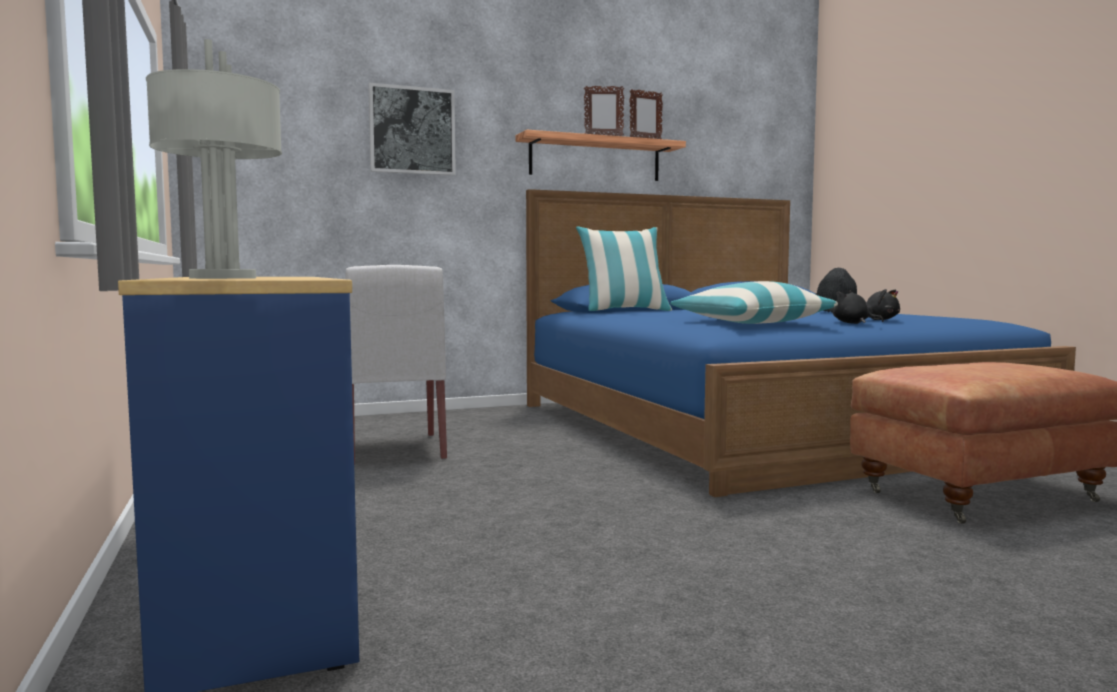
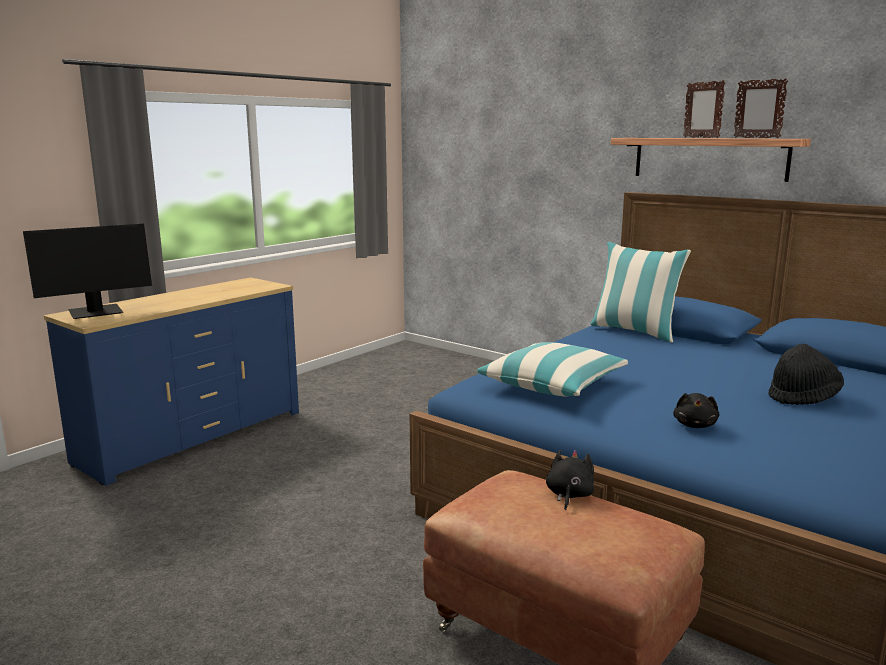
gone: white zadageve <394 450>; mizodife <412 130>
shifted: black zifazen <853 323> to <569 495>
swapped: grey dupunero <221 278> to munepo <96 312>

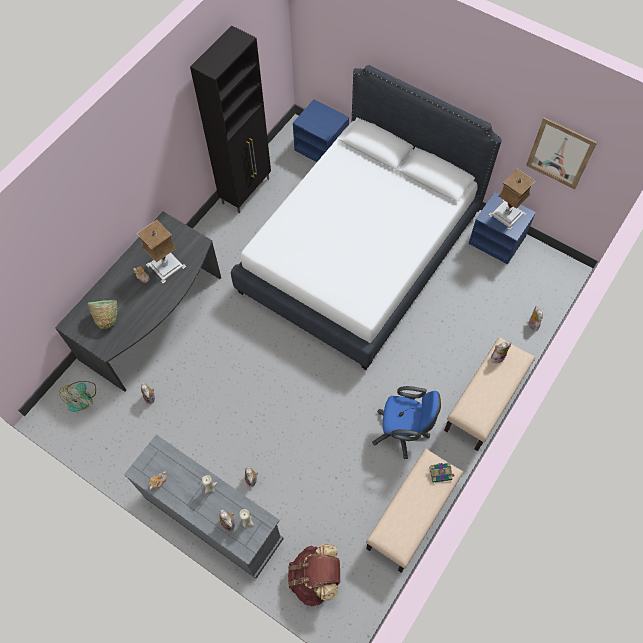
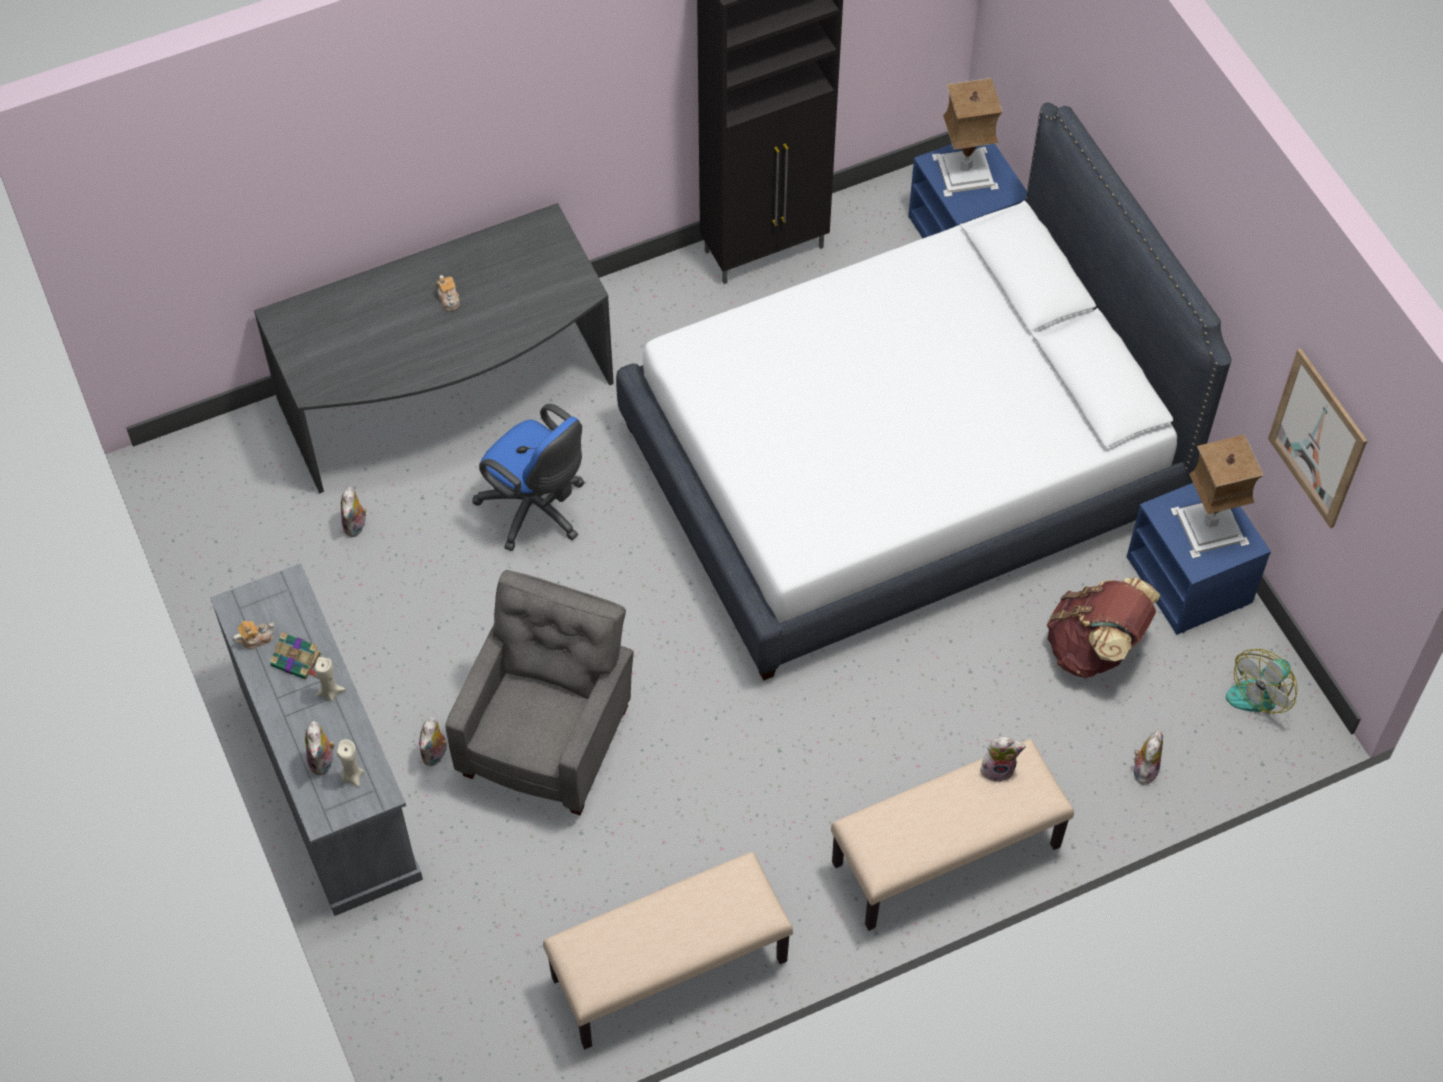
gone: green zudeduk <107 318>
new: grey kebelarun <549 737>
shifted: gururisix <441 473> to <297 660>; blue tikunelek <403 432> to <537 510>; dupunero <167 265> to <966 172>; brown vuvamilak <315 578> to <1095 648>; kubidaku <82 397> to <1261 689>

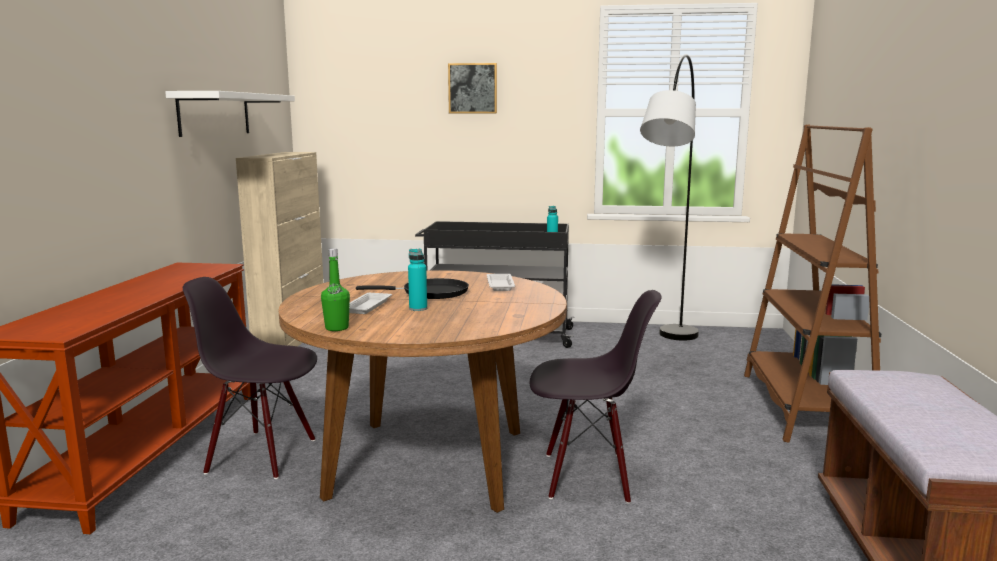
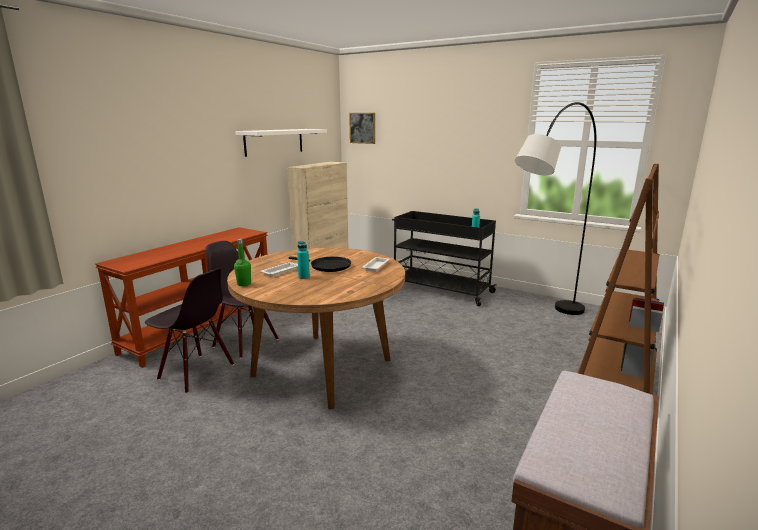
shifted: black zadageve <587 476> to <196 372>; mizodife <472 88> to <362 128>

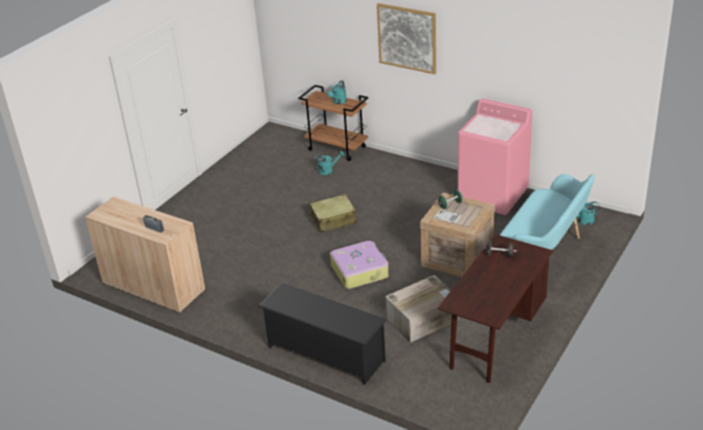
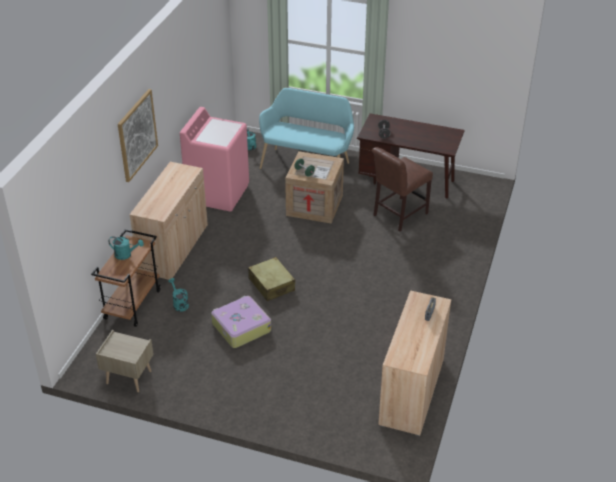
gone: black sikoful <325 354>
new: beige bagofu <128 377>; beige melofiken <174 249>
shifted: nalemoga <360 271> to <240 327>
swapped: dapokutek <423 318> to brown zadageve <398 215>

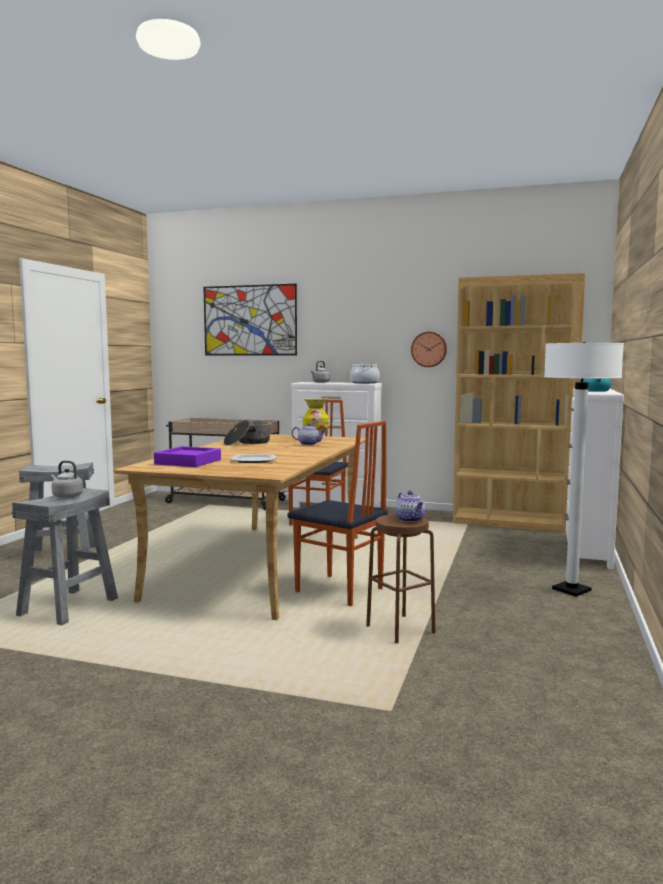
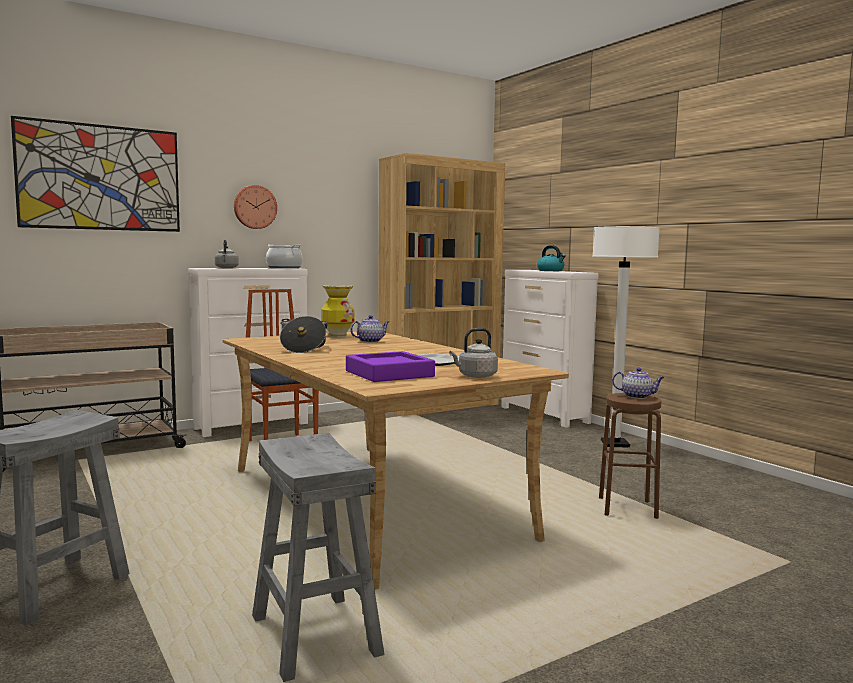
gone: zadageve <339 591>
shifted: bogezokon <429 349> to <254 207>; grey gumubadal <66 496> to <475 376>

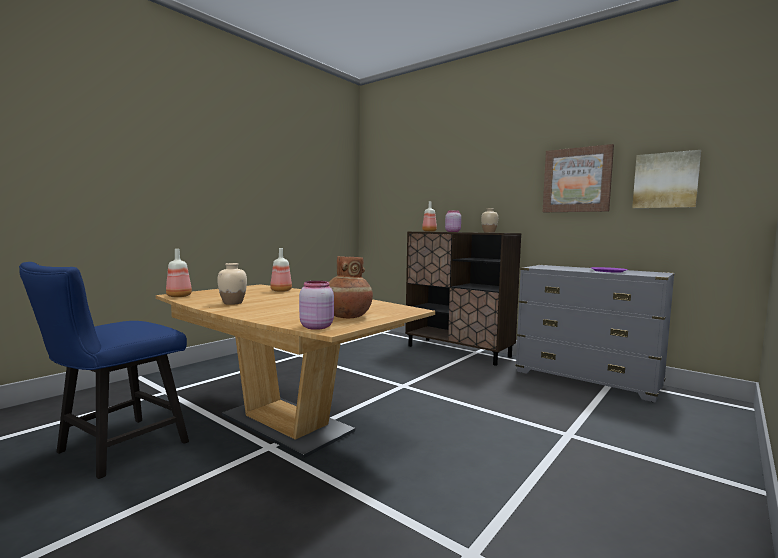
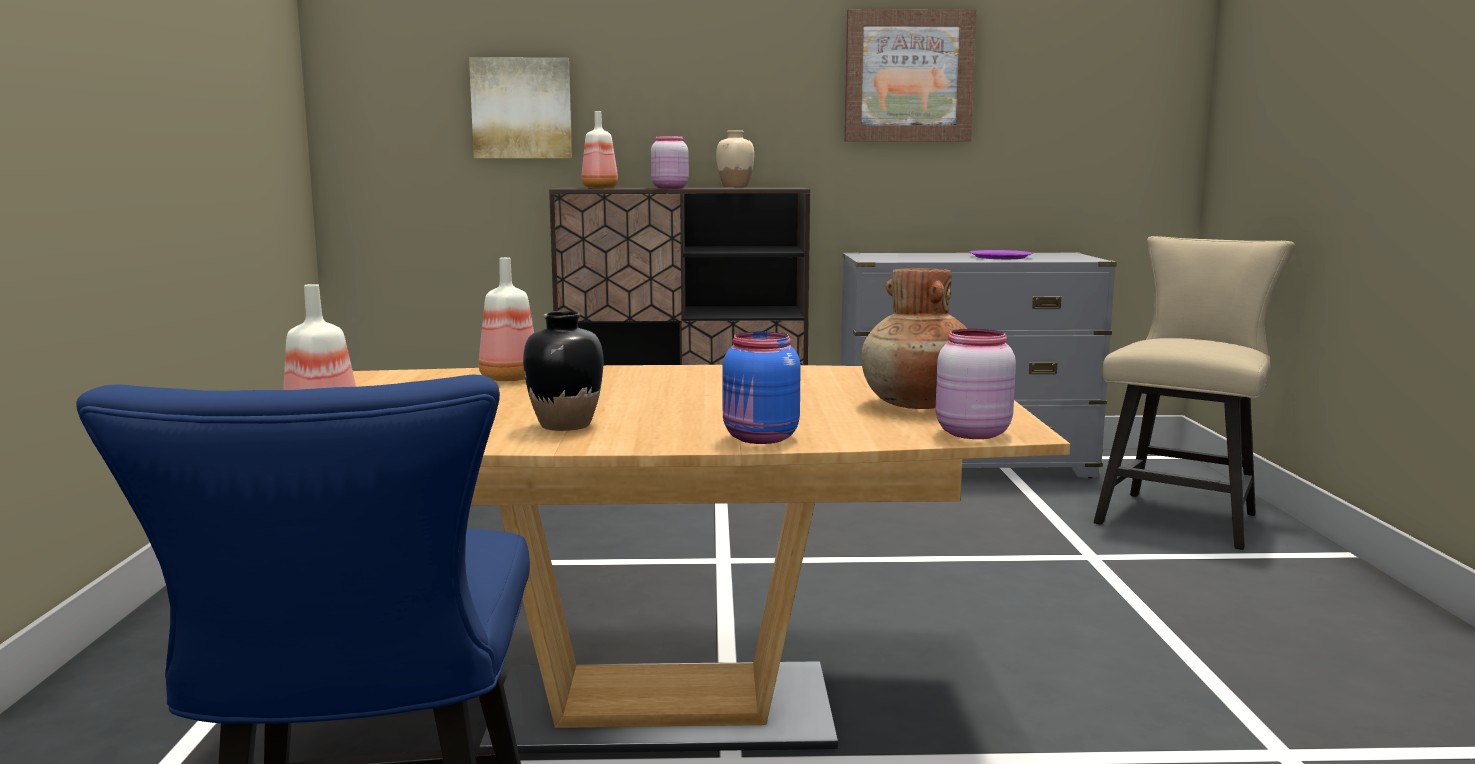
new: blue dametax <760 438>; beige zadageve <1182 516>
shifted: mizodife <665 180> to <522 108>
repainted: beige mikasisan <233 303> to black mikasisan <566 425>

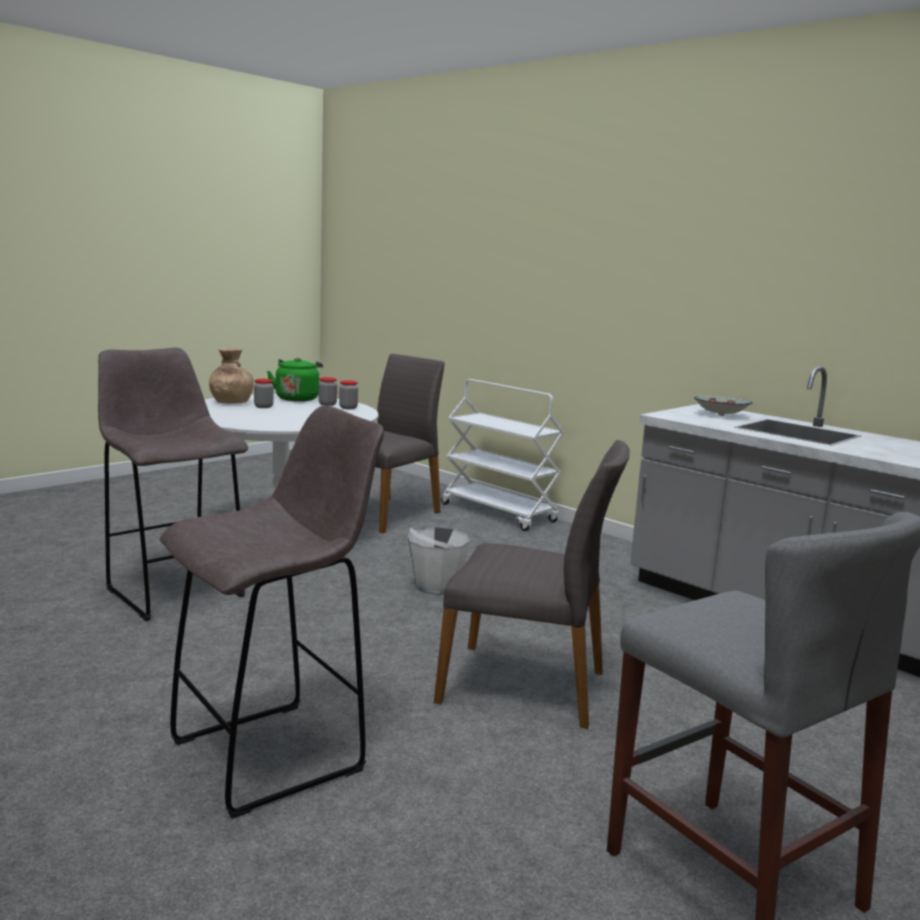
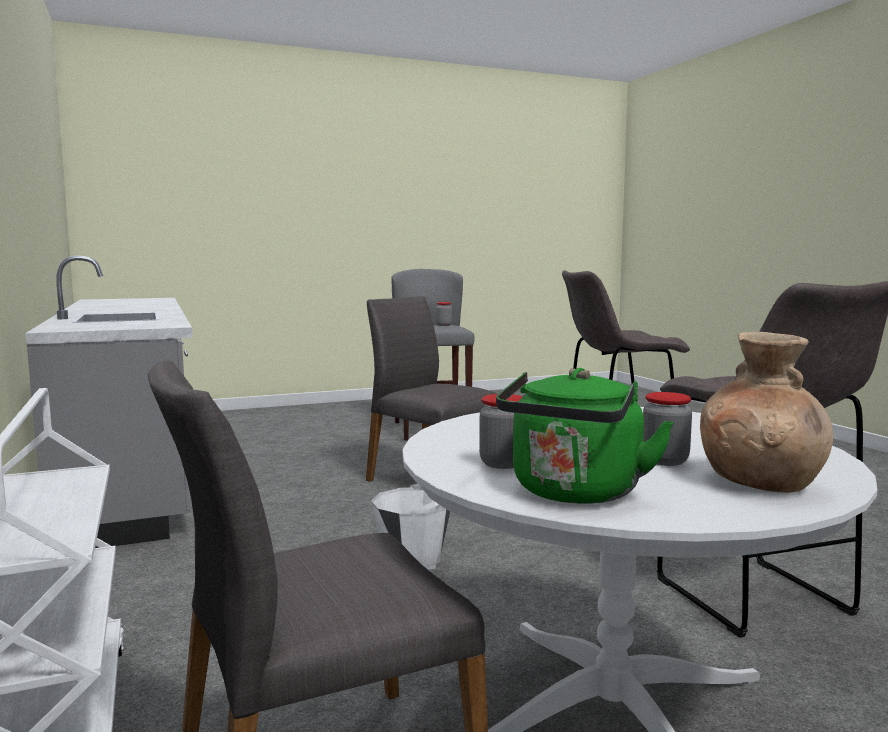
gone: zudeduk <721 415>
shifted: dametax <348 408> to <444 325>

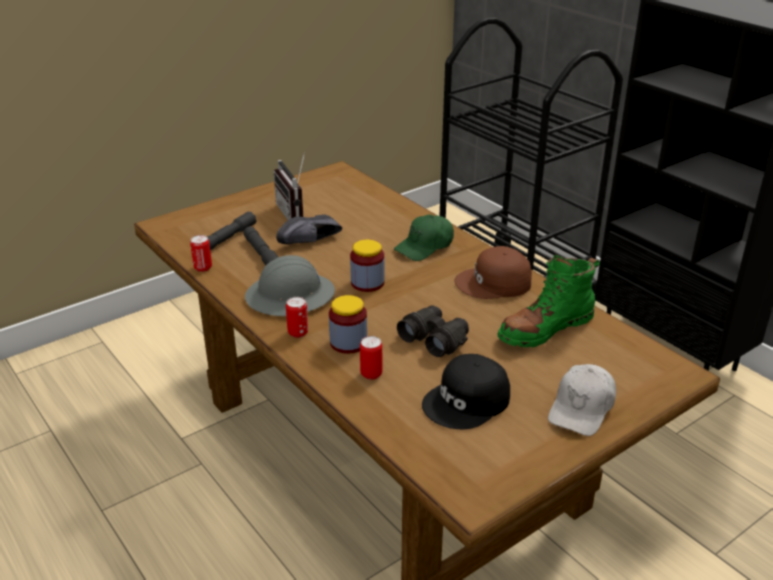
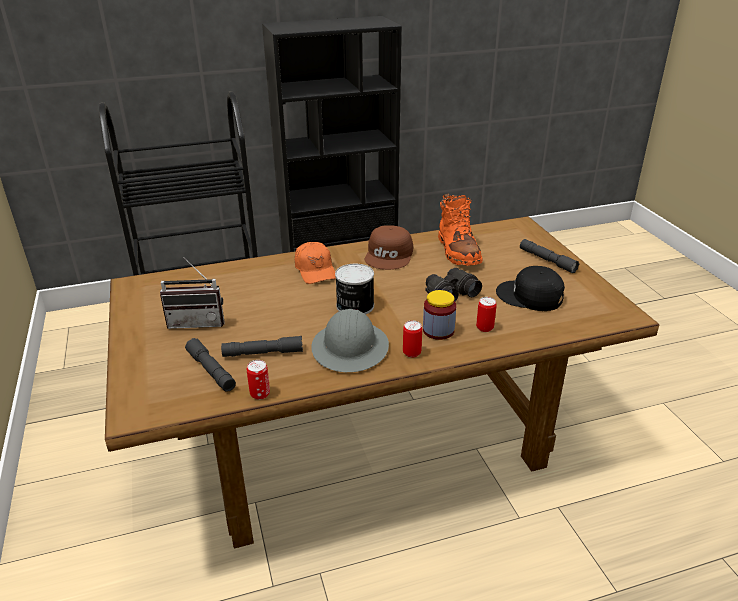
gone: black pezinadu <311 242>
swapped: dametax <367 283> to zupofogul <354 306>; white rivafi <582 408> to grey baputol <547 260>
repainted: green rivafi <425 246> to orange rivafi <315 270>; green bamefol <545 329> to orange bamefol <458 251>
rotated: black rivafi <467 401> = <530 296> 135 degrees clockwise

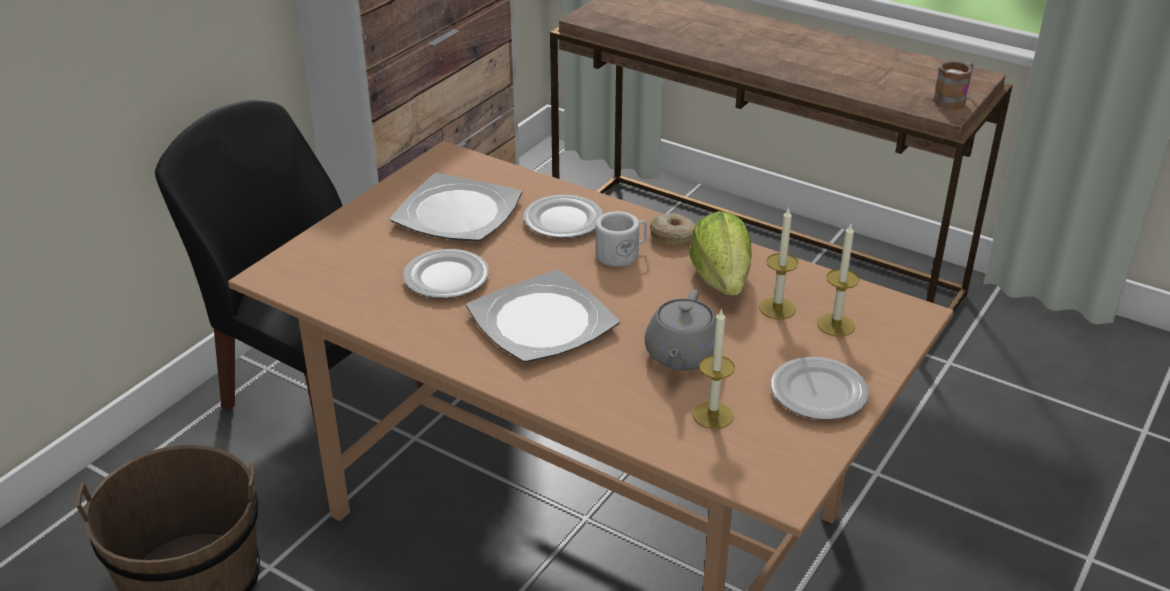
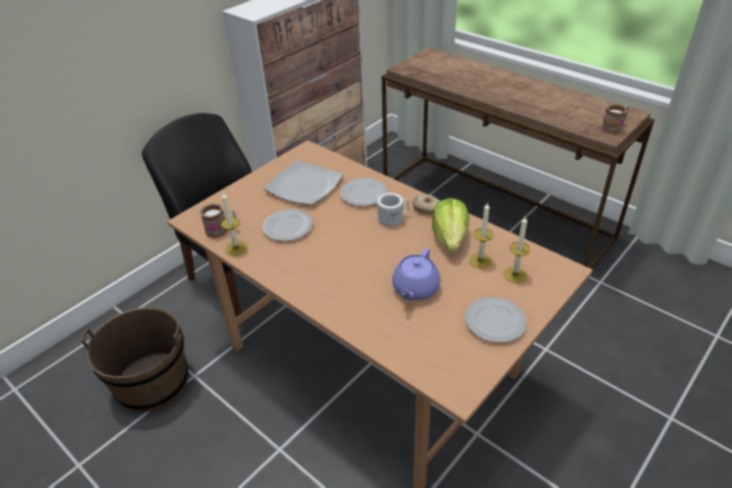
gone: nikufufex <542 321>
new: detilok <221 230>
shifted: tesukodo <713 415> to <236 248>
repainted: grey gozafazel <682 355> to purple gozafazel <415 289>

